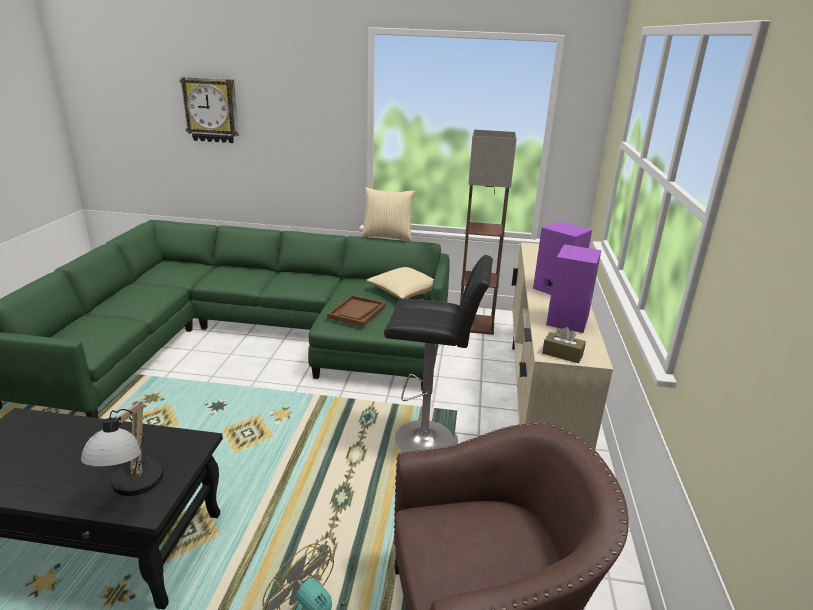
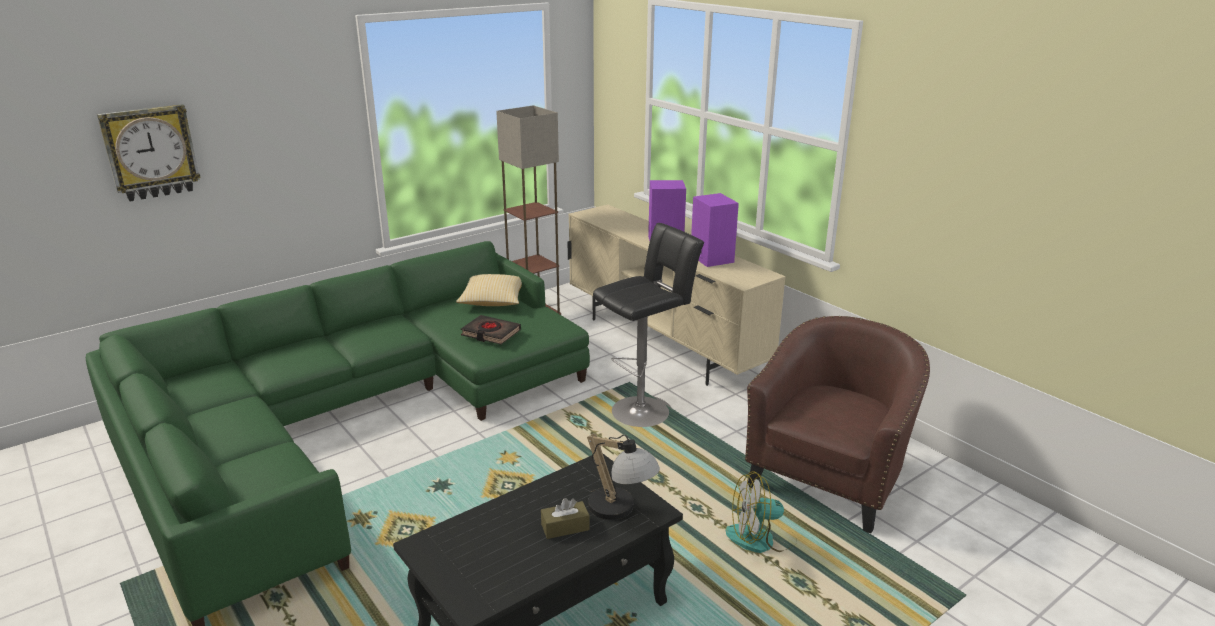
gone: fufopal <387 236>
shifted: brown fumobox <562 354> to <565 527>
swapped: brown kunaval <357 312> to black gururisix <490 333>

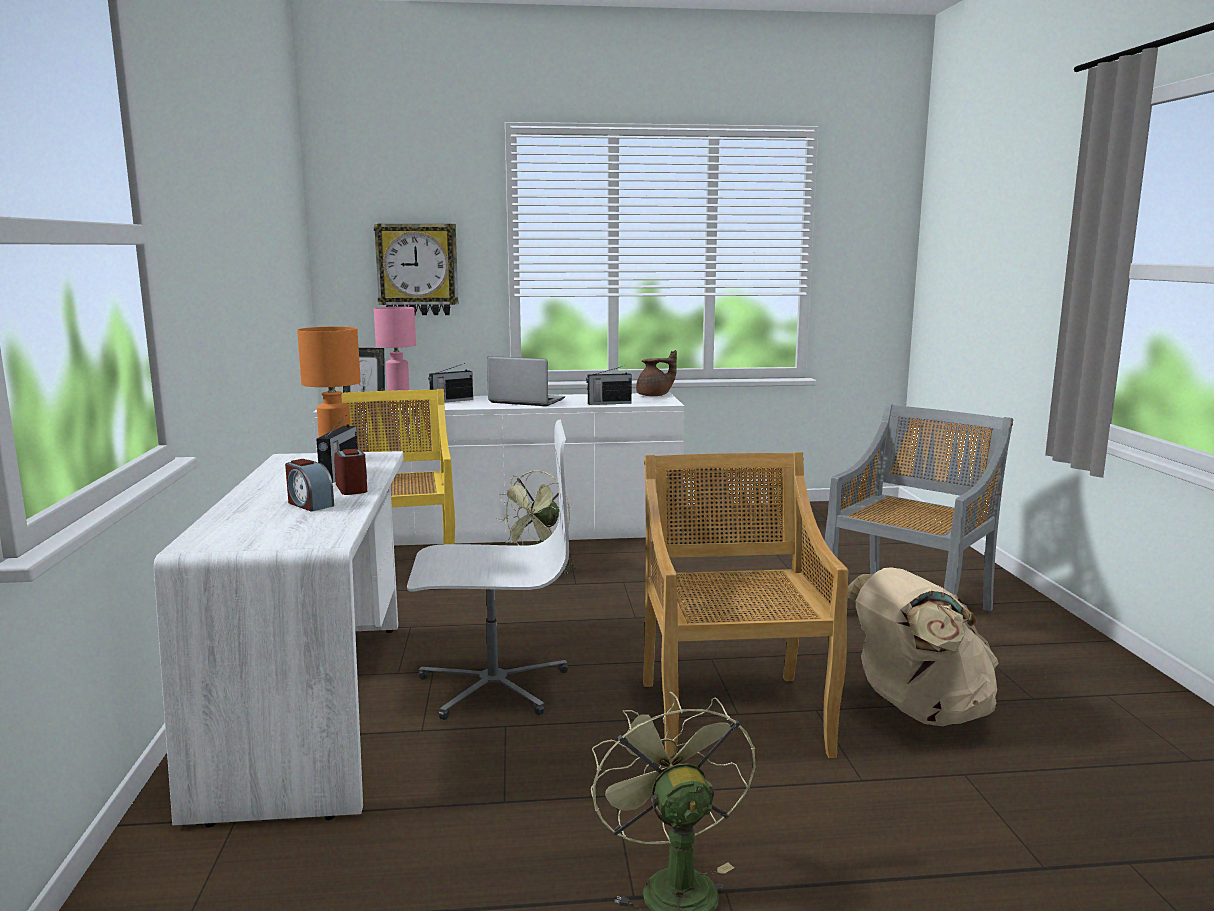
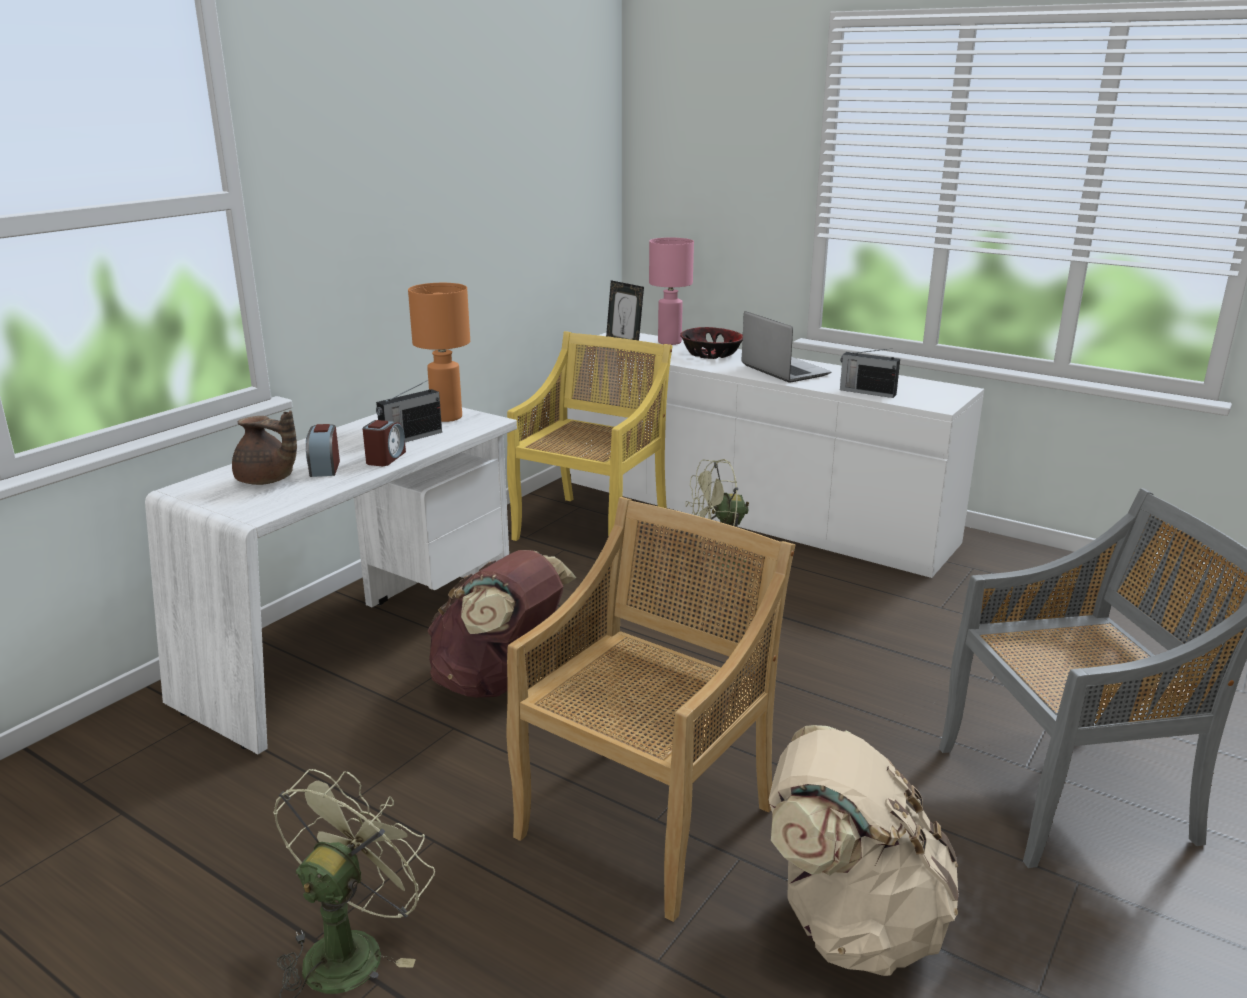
gone: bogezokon <417 270>
shifted: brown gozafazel <654 395> to <267 480>
swapped: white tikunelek <492 685> to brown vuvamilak <500 682>; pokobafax <451 401> to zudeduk <711 354>

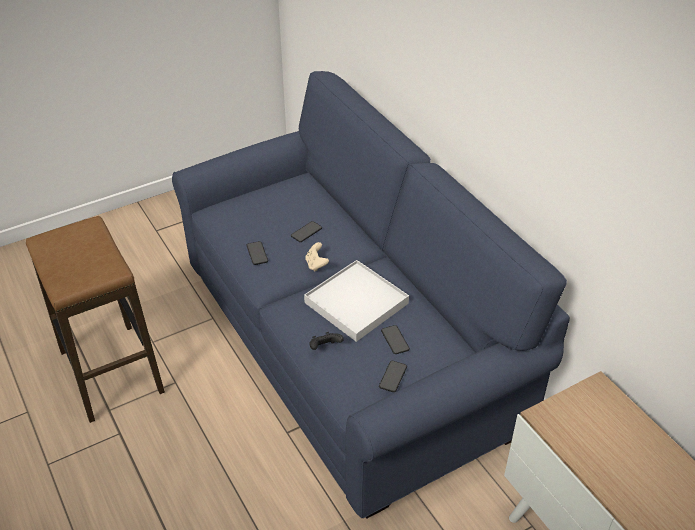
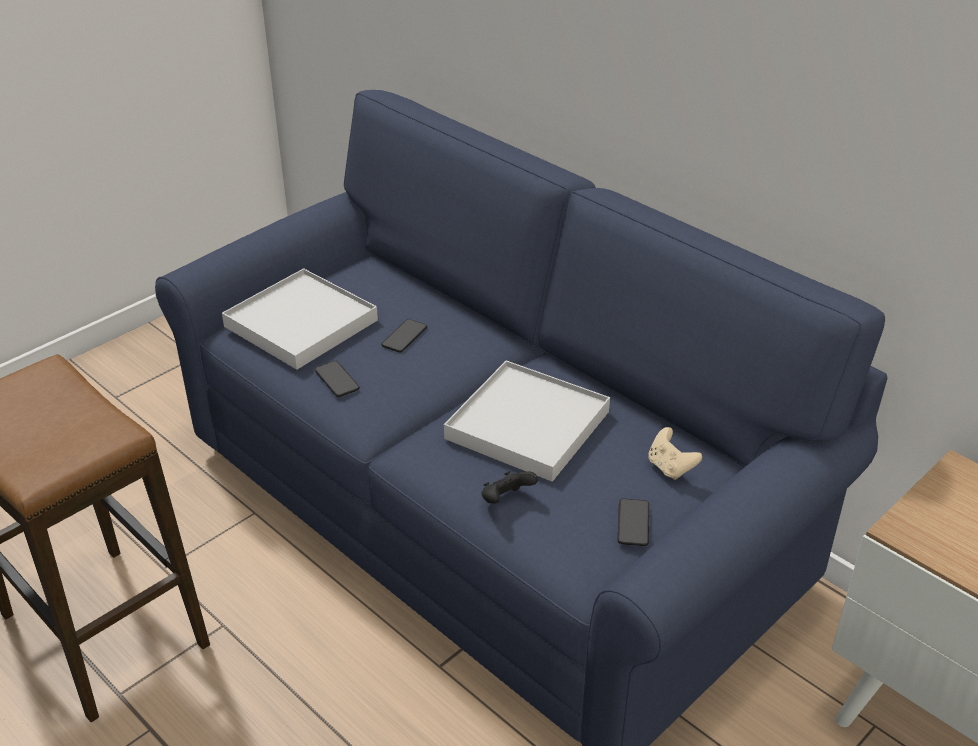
gone: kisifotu <395 340>
new: white kunaval <301 323>
shifted: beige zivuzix <316 264> to <670 467>

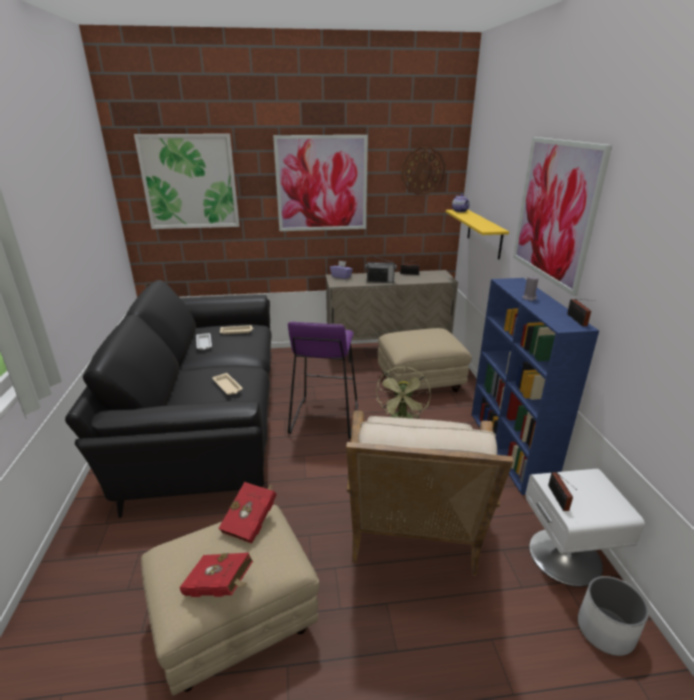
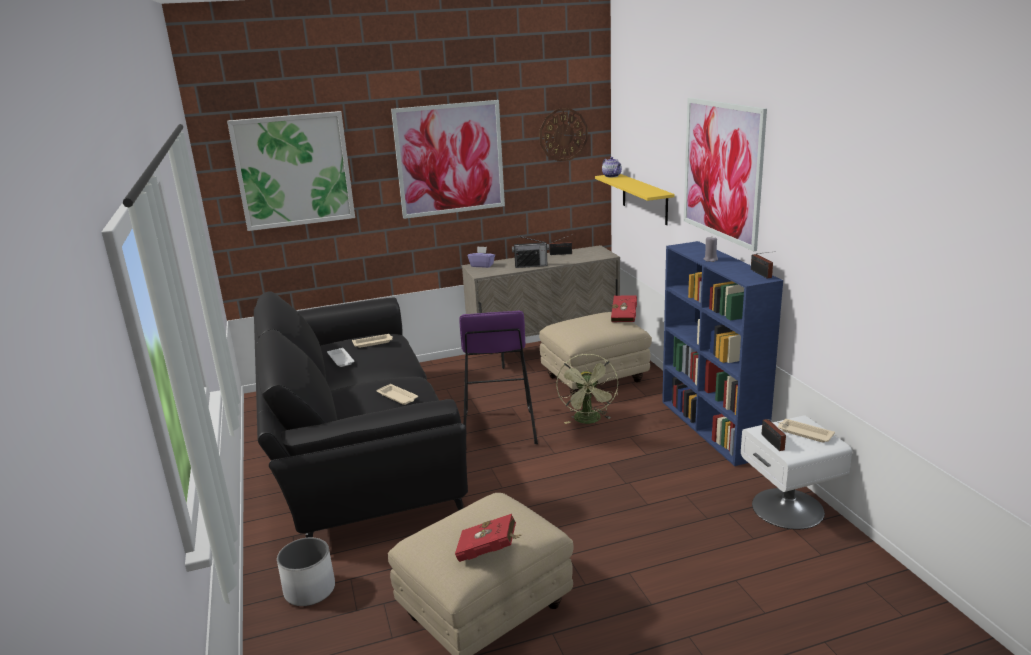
gone: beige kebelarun <414 528>
new: beige kunaval <804 433>
shifted: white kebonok <604 630> to <309 590>; red gururisix <252 521> to <624 317>

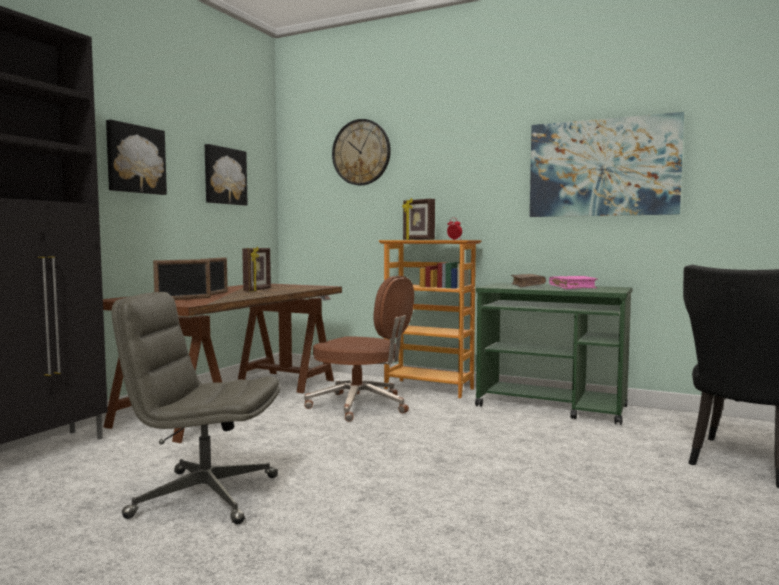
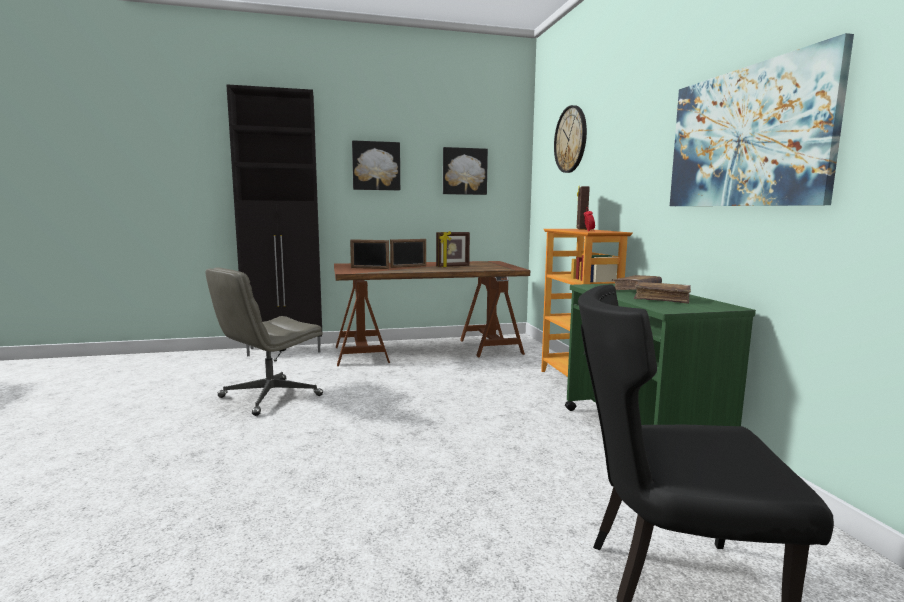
gone: brown tikunelek <361 406>
repainted: pink gururisix <572 288> to brown gururisix <662 299>
rotated: grey tikunelek <204 496> = <269 397> 105 degrees counterclockwise

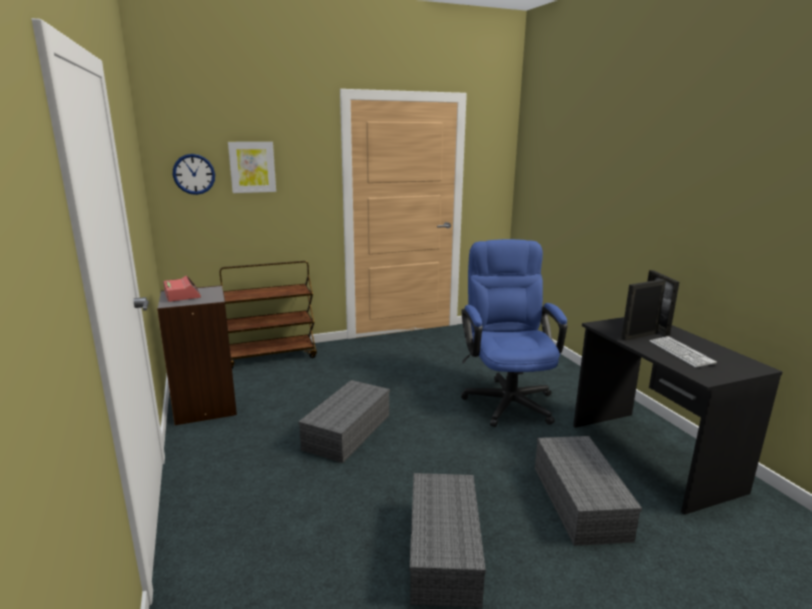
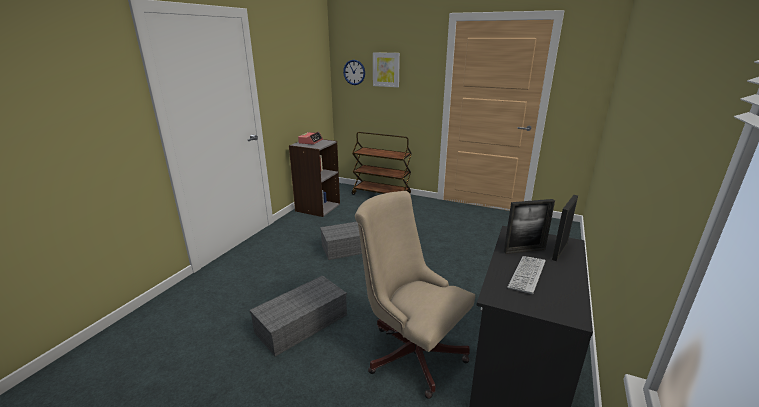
gone: blue tikunelek <507 398>
swapped: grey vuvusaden <577 500> to beige tikunelek <410 351>
rotated: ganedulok <639 336> = <524 250> 150 degrees clockwise

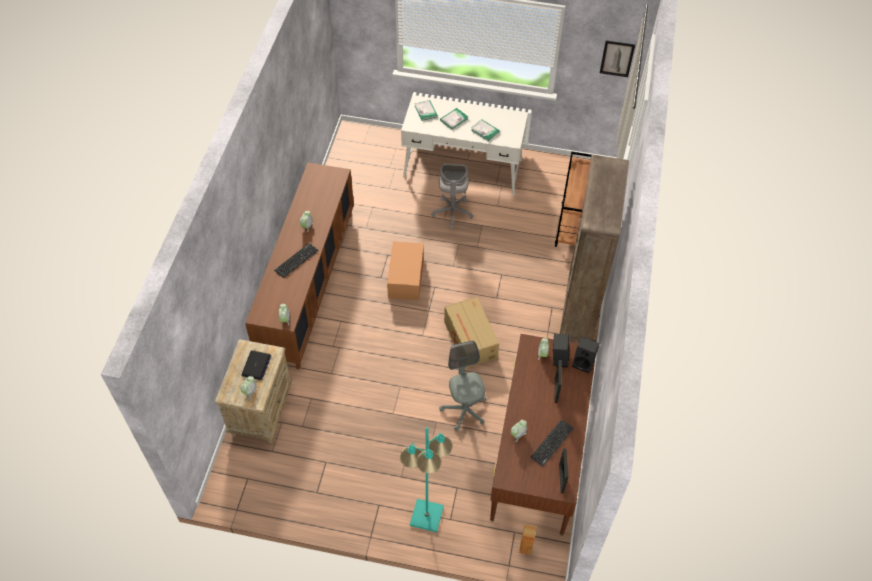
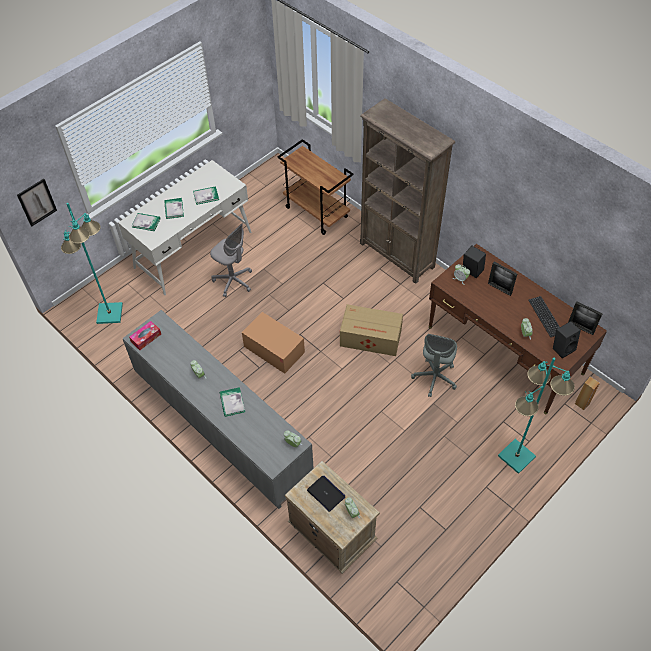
new: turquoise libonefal <109 314>; fumobox <146 338>
shifted: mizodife <617 58> to <37 202>; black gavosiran <584 363> to <562 348>
swapped: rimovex <296 260> to gururisix <232 402>
repainted: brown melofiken <308 285> to grey melofiken <222 428>
rotated: grey tikunelek <464 410> = <435 378> 90 degrees counterclockwise

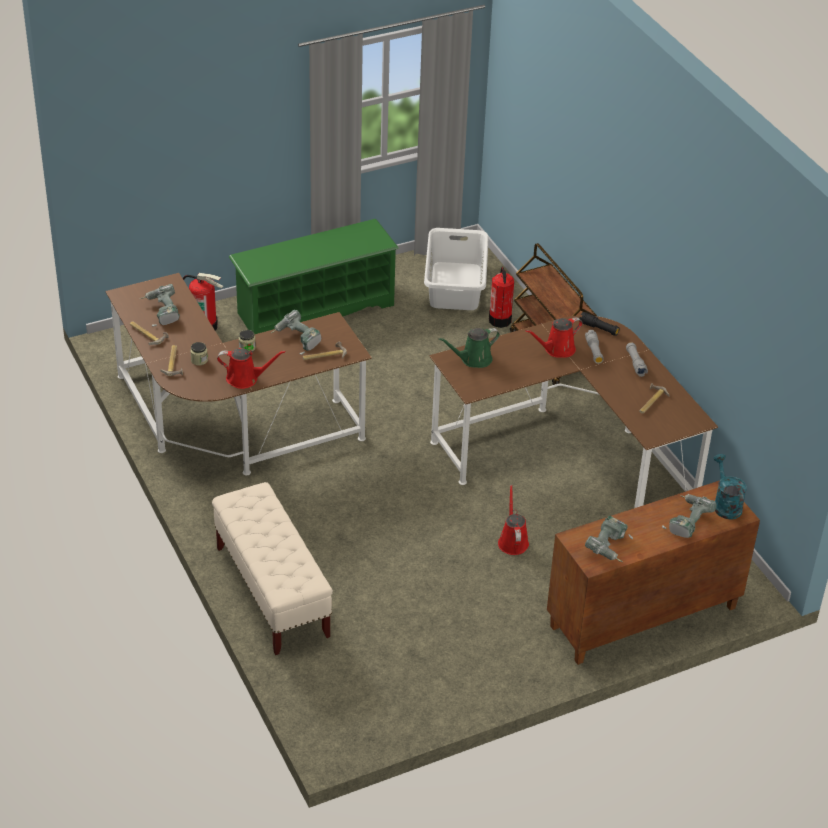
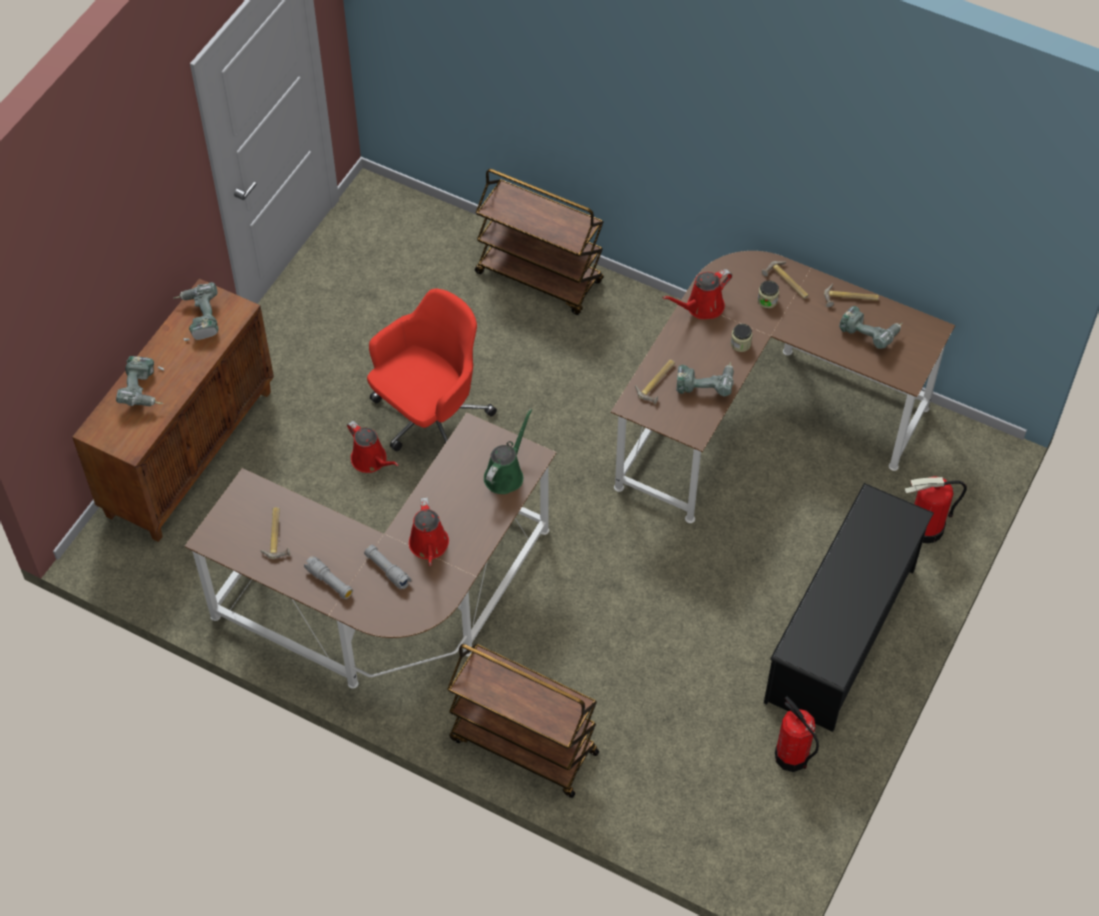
gone: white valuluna <456 286>; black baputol <598 328>; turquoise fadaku <725 504>
new: red tikunelek <429 418>
shifted: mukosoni <500 320> to <791 757>
swapped: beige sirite <272 592> to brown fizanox <540 277>
repainted: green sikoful <315 309> to black sikoful <841 634>
rotated: red fadaku <557 350> = <429 546> 150 degrees clockwise

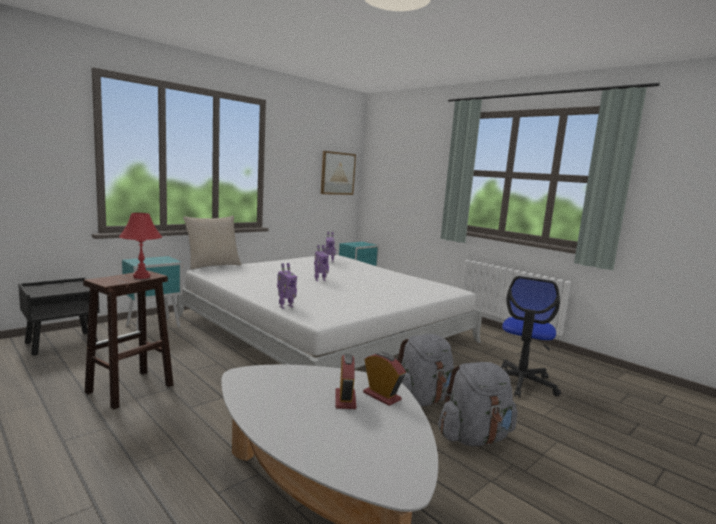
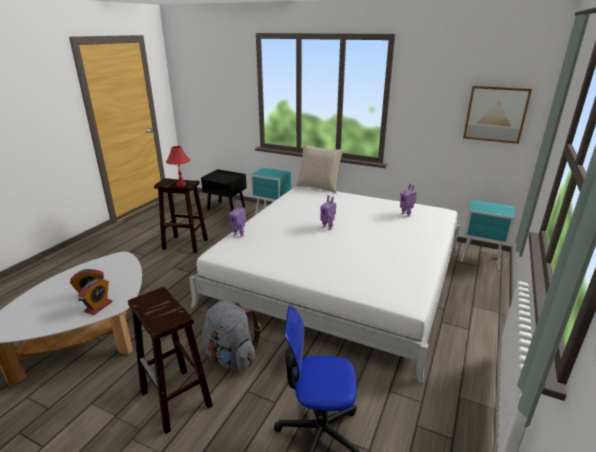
swapped: grey vuvamilak <474 437> to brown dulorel <177 399>

